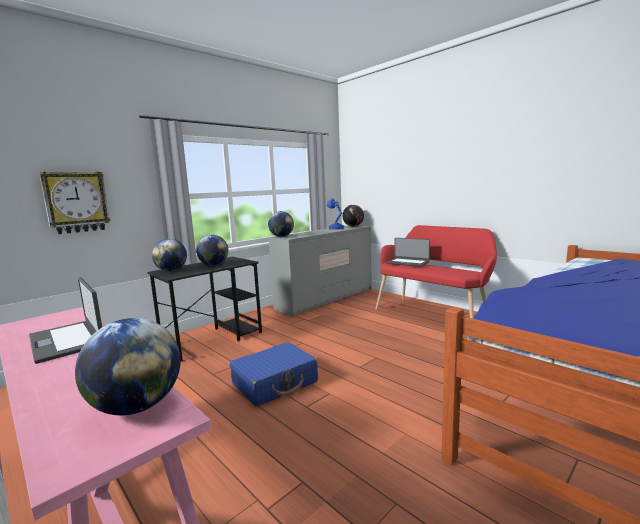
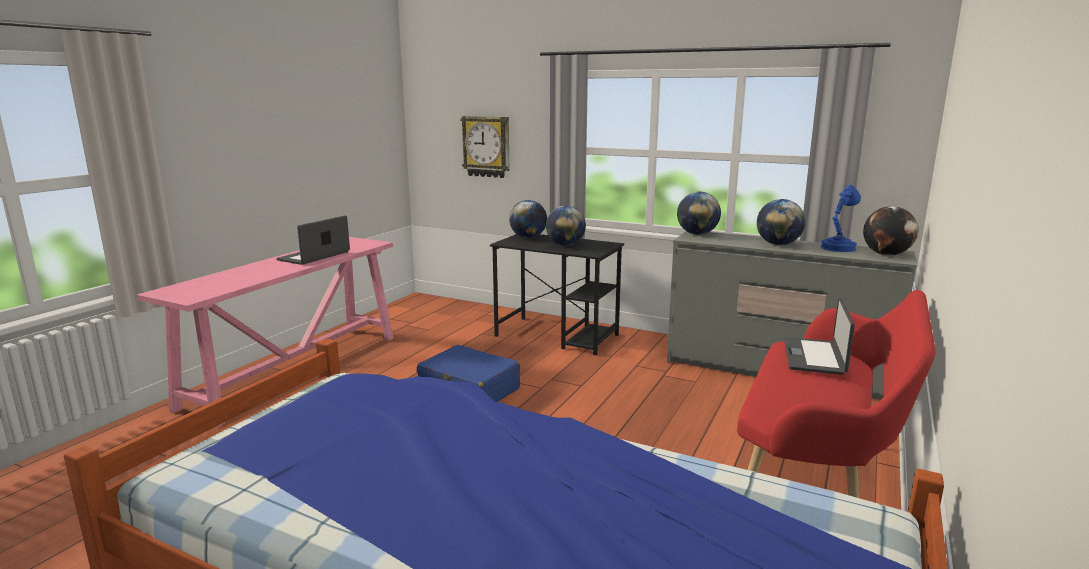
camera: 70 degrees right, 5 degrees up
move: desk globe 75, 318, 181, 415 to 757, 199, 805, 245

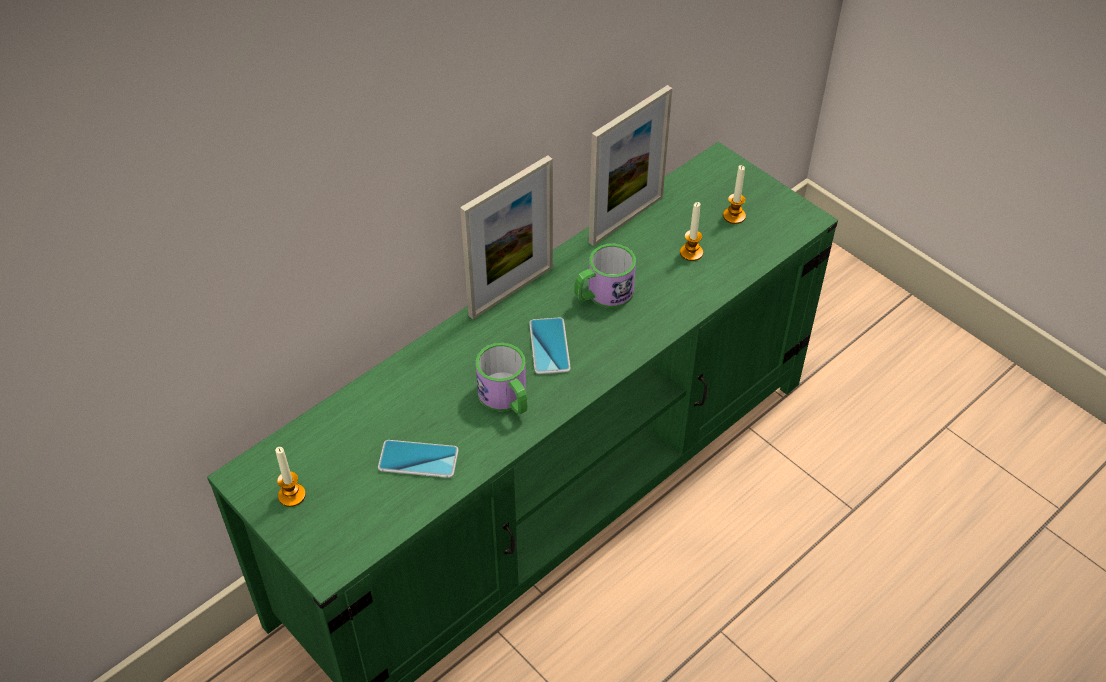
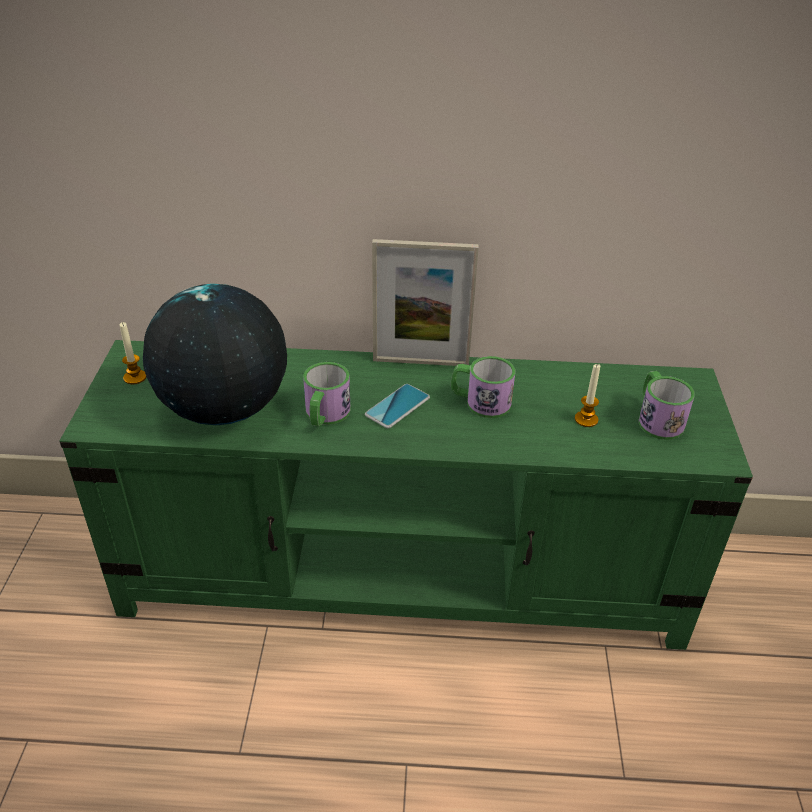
camera: 45 degrees right, 10 degrees down
delete: picture frame 589, 85, 672, 246
replace: wax candle 723, 165, 746, 224 to coffee mug 639, 371, 695, 440; phone 378, 440, 459, 478 to desk globe 143, 284, 287, 425

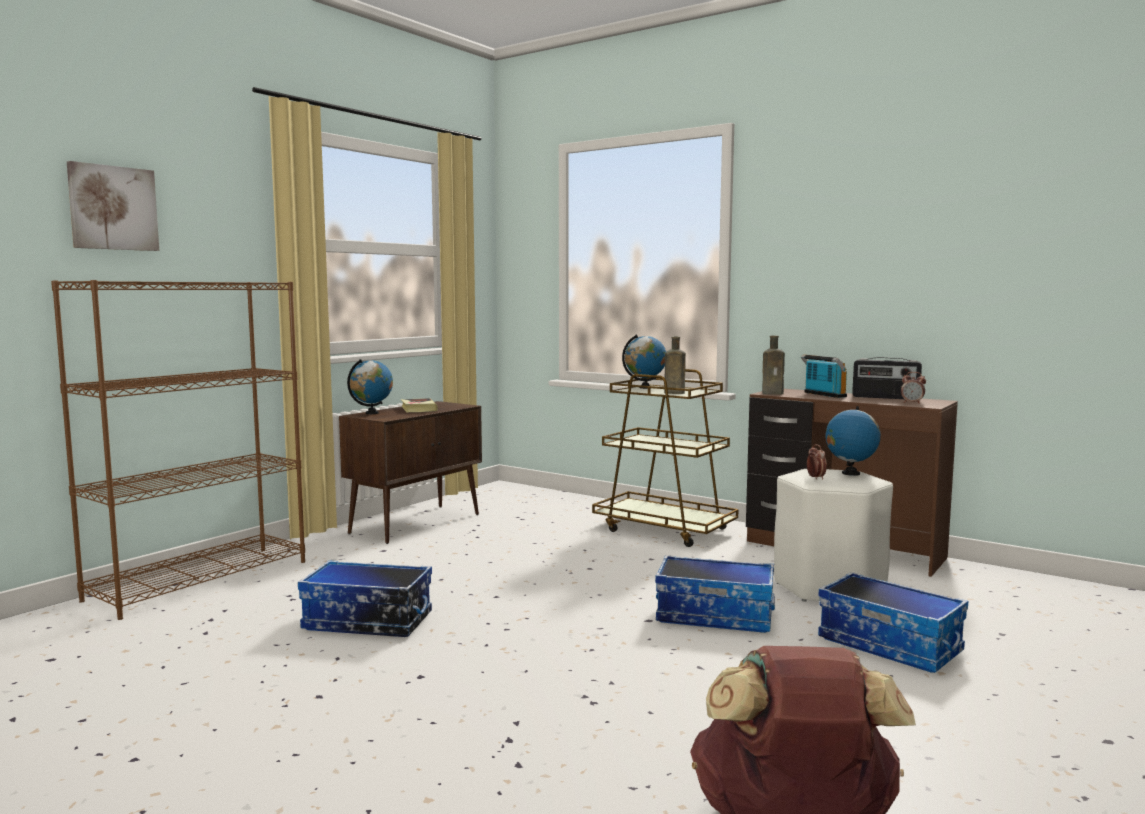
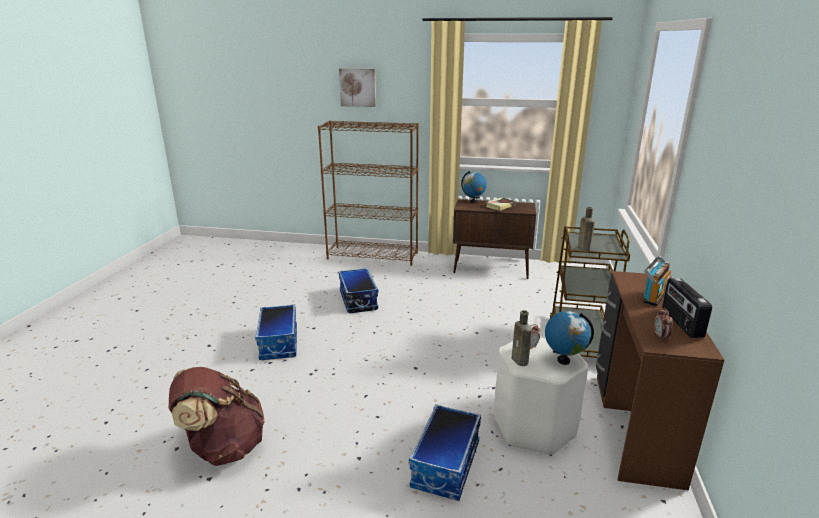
camera: 65 degrees right, 15 degrees up
delete: desk globe 622, 334, 666, 389
move: brownish beverage bottle 762, 336, 785, 395 to 511, 310, 532, 366; storage box 655, 555, 775, 633 to 255, 304, 297, 360

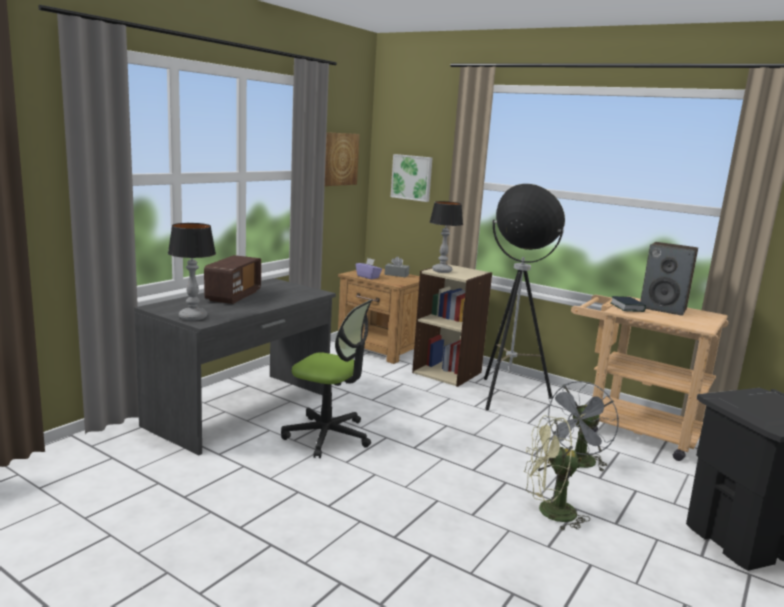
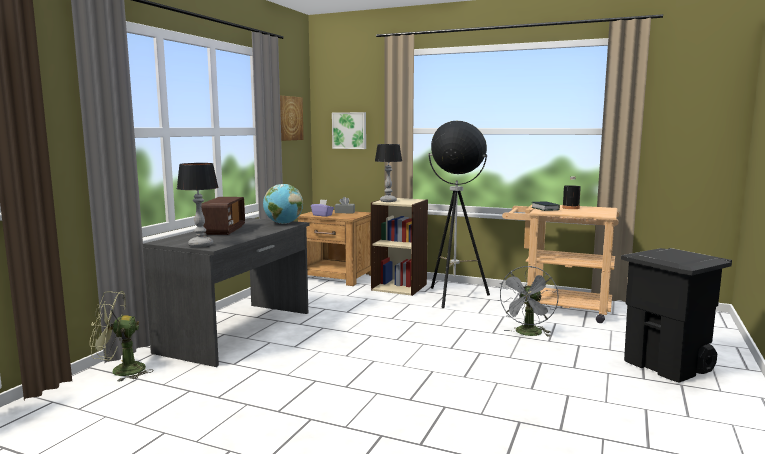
camera: 10 degrees left, 5 degrees down
delete: desk chair 281, 299, 373, 458
insert: desk globe 263, 184, 303, 224
move: greenish electric fan 524, 415, 590, 531 to 90, 291, 154, 382
replace: speaker 640, 242, 698, 316 to black-coloured beverage bottle 562, 177, 581, 209

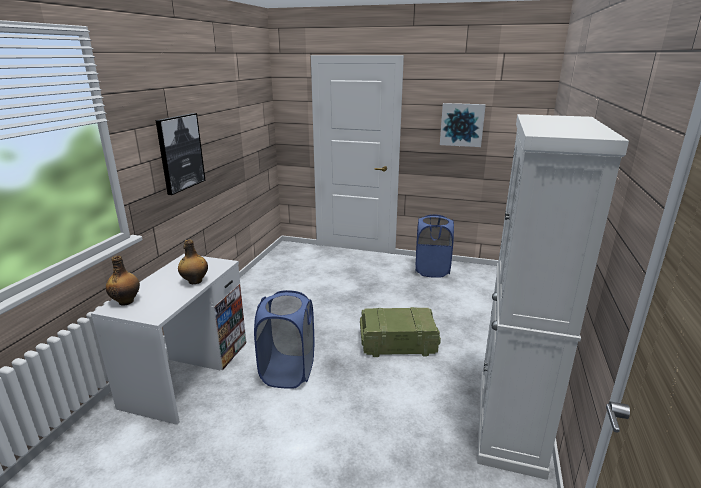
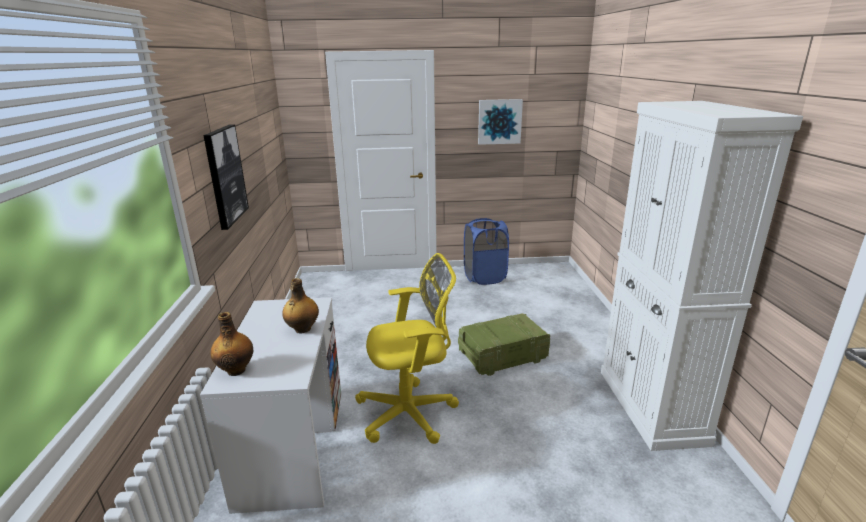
camera: 20 degrees left, 0 degrees up
replace: bluish hamper 254, 290, 314, 389 to yellowish desk chair 355, 253, 459, 444

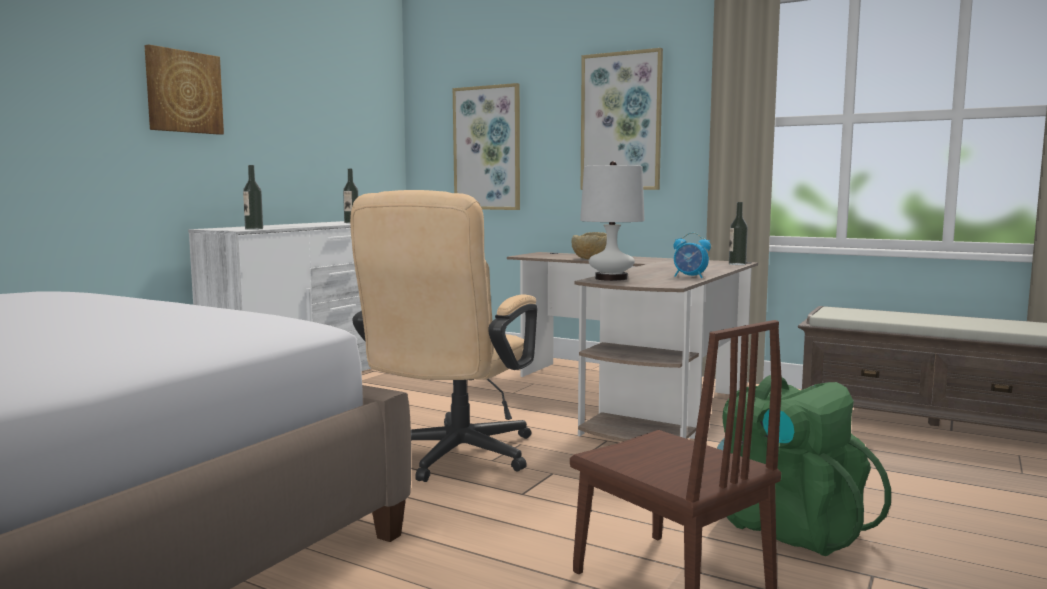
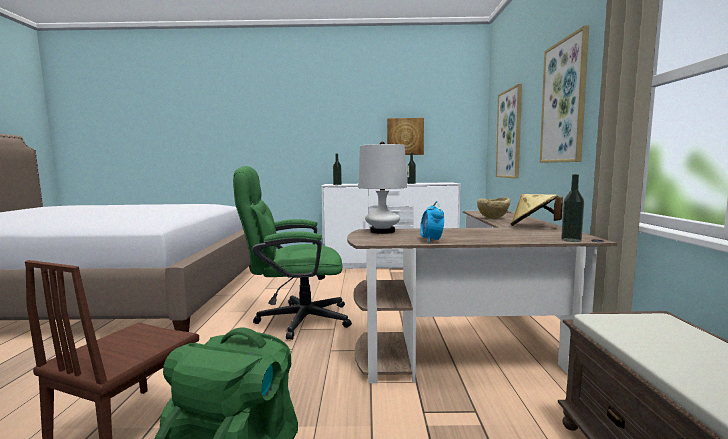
camera: 60 degrees right, 0 degrees up
insert: beige-coloured clothing hat 511, 194, 563, 226
move: picture 144, 45, 224, 135 to 387, 118, 424, 155
recolor: beige-coloured desk chair 350, 190, 537, 482 to greenish desk chair 233, 166, 352, 340

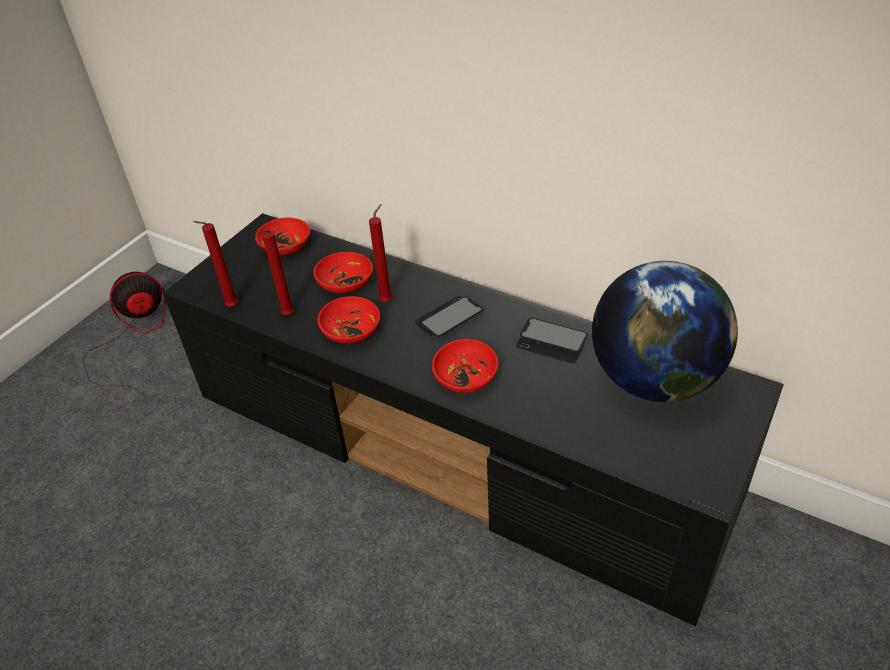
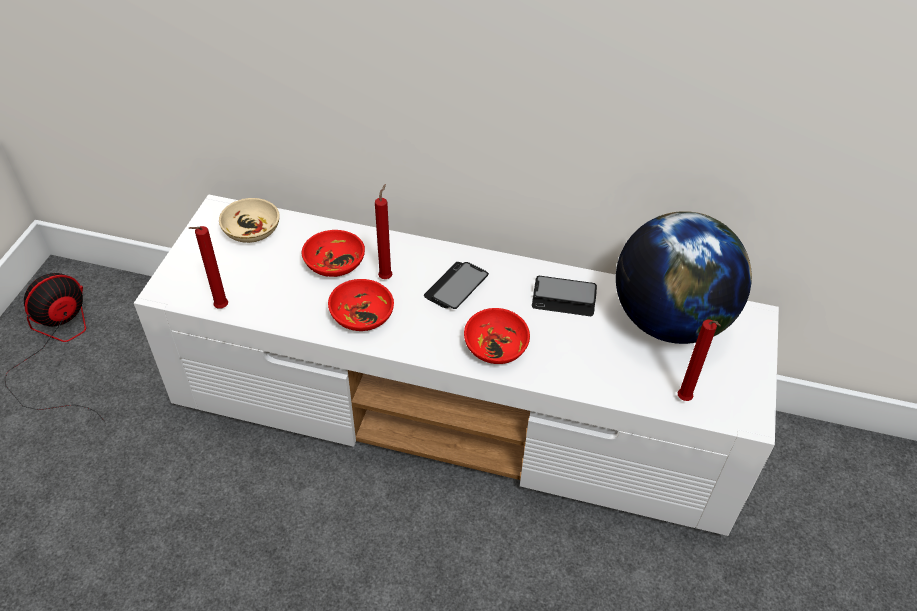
camera: 20 degrees left, 5 degrees up
move: reddish wax candle 262, 230, 294, 315 to 677, 320, 721, 401
recolor: black-coloured tv stand 163, 213, 784, 627 to white-coloured tv stand 134, 194, 779, 536; reddish bowl 255, 217, 310, 256 to beige-coloured bowl 219, 198, 280, 243

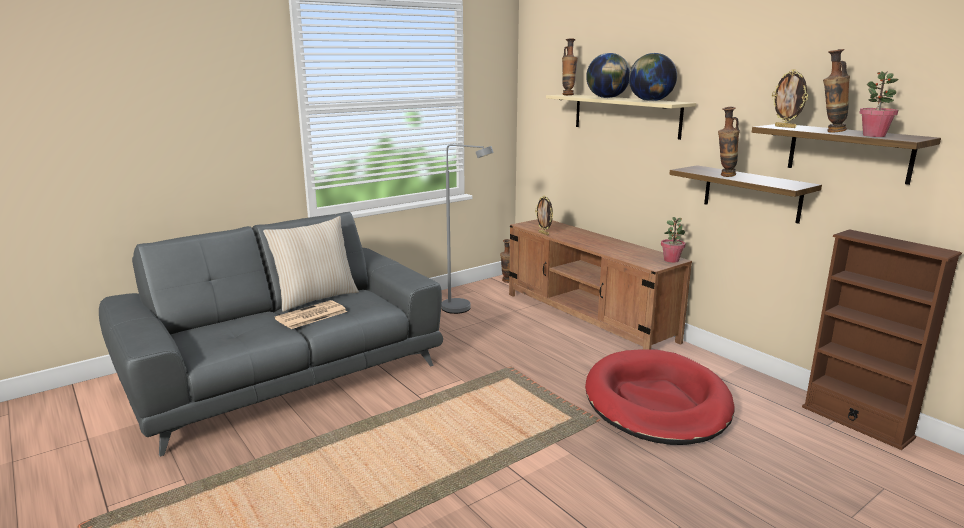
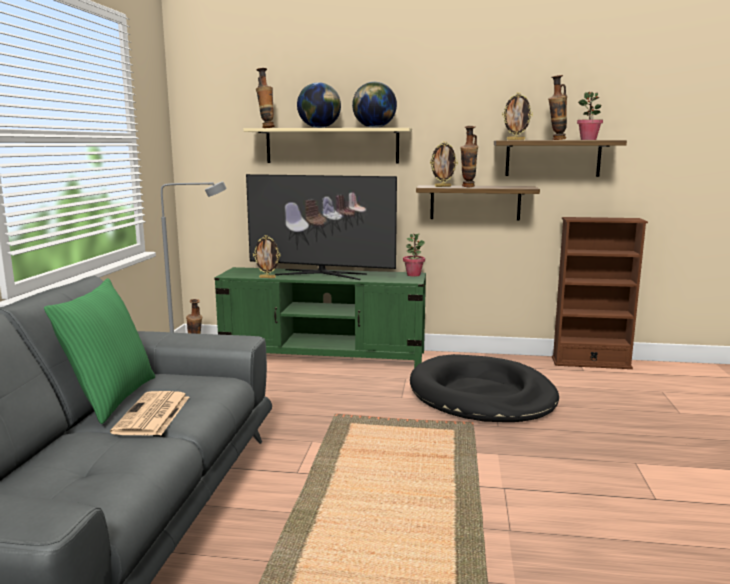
camera: 45 degrees left, 5 degrees down
insert: picture frame 430, 141, 458, 187; TV set 246, 174, 397, 280
recolor: beige-coloured throw pillow 263, 216, 359, 312 to greenish throw pillow 44, 278, 155, 424; brownish tv stand 509, 219, 692, 350 to greenish tv stand 214, 267, 426, 368; reddish dog cushion 585, 349, 734, 445 to black-coloured dog cushion 410, 354, 559, 422

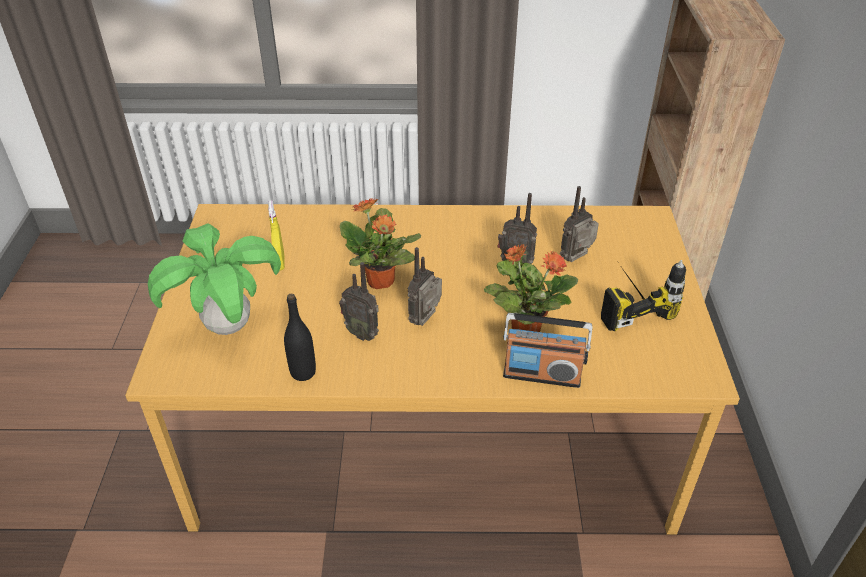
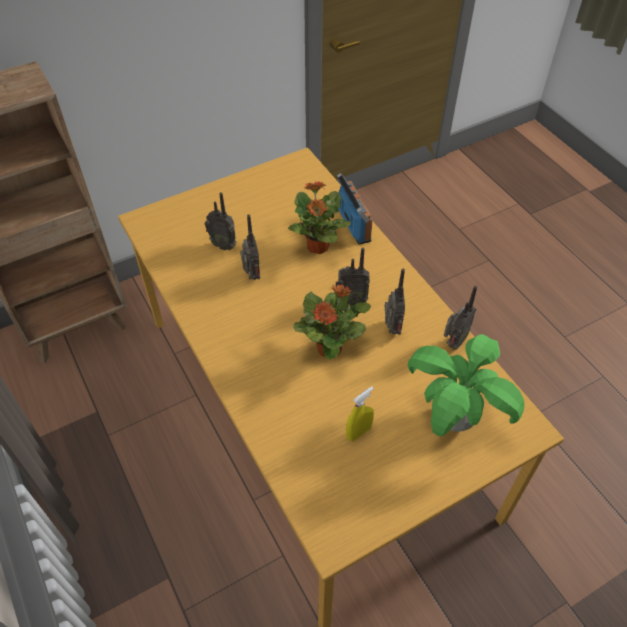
camera: 120 degrees left, 10 degrees up
delete: power drill 601, 260, 686, 331
replace: black-coloured beverage bottle 284, 294, 316, 381 to radio 444, 286, 477, 350

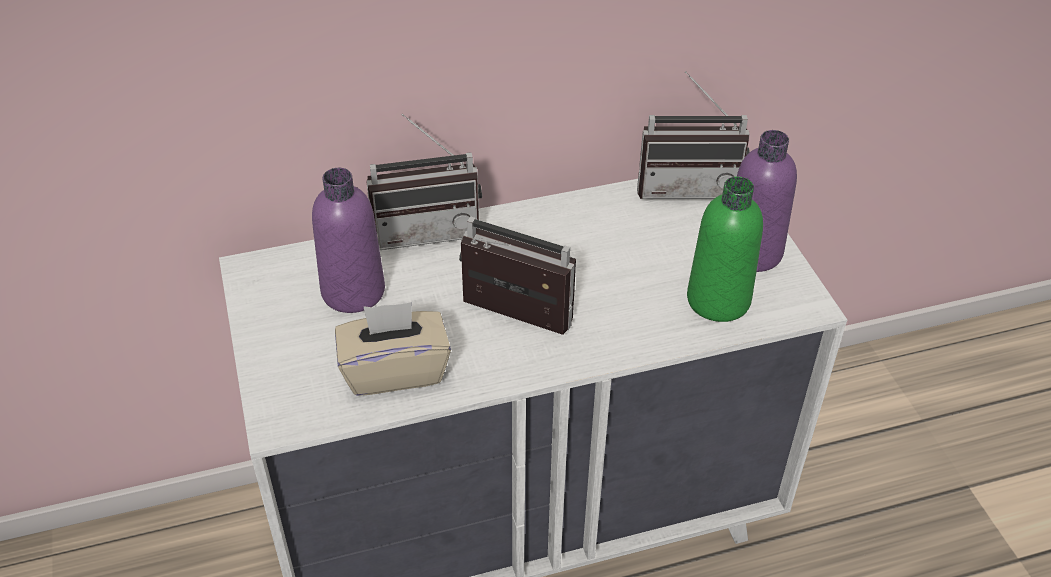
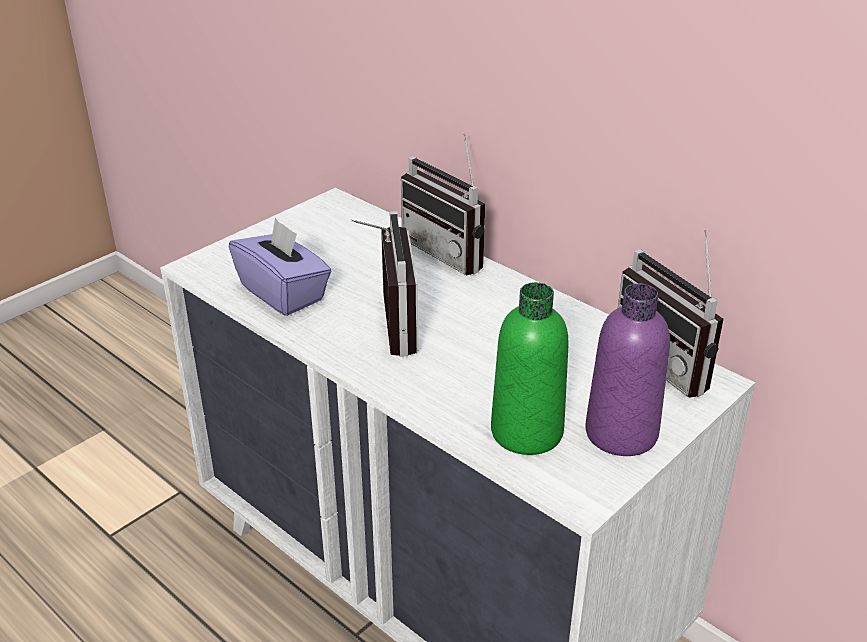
camera: 60 degrees right, 10 degrees down
delete: purplish beverage bottle 312, 168, 385, 313
recolor: beige-coloured box of tissues 335, 302, 451, 396 to purplish box of tissues 229, 218, 331, 316

